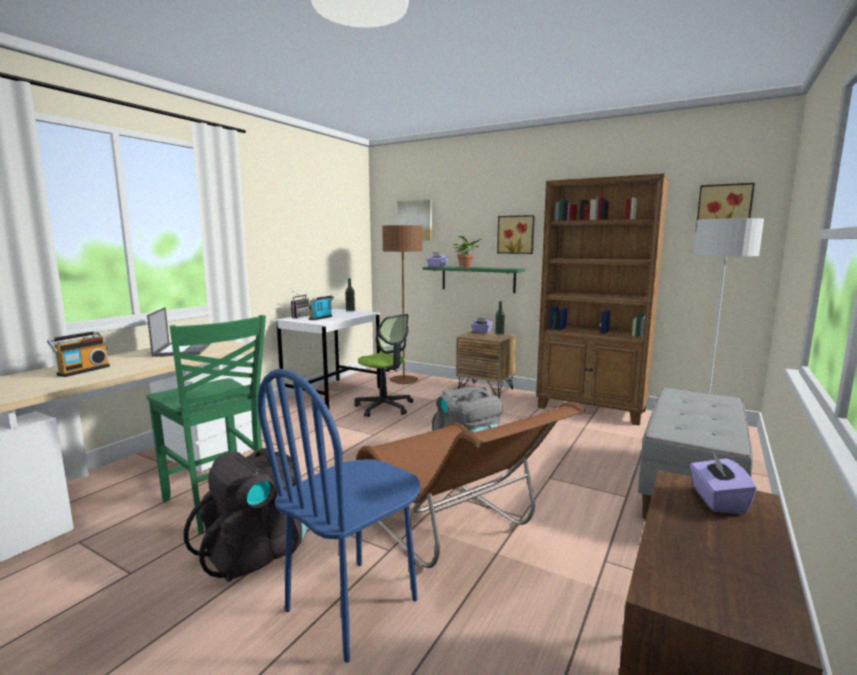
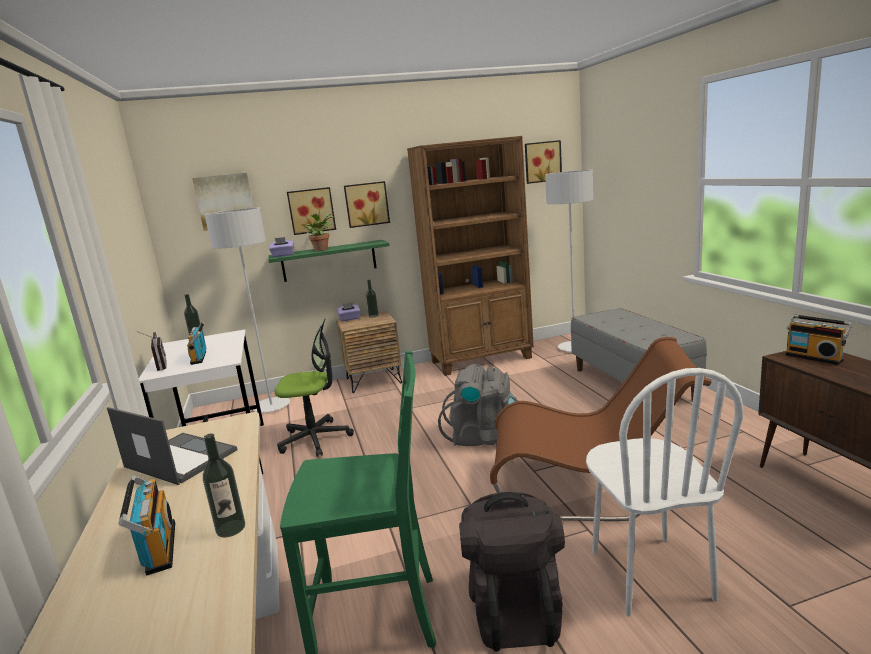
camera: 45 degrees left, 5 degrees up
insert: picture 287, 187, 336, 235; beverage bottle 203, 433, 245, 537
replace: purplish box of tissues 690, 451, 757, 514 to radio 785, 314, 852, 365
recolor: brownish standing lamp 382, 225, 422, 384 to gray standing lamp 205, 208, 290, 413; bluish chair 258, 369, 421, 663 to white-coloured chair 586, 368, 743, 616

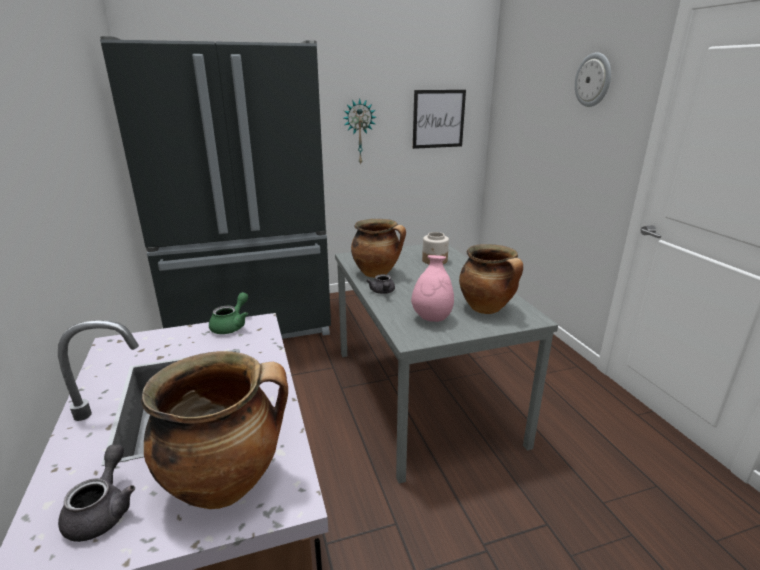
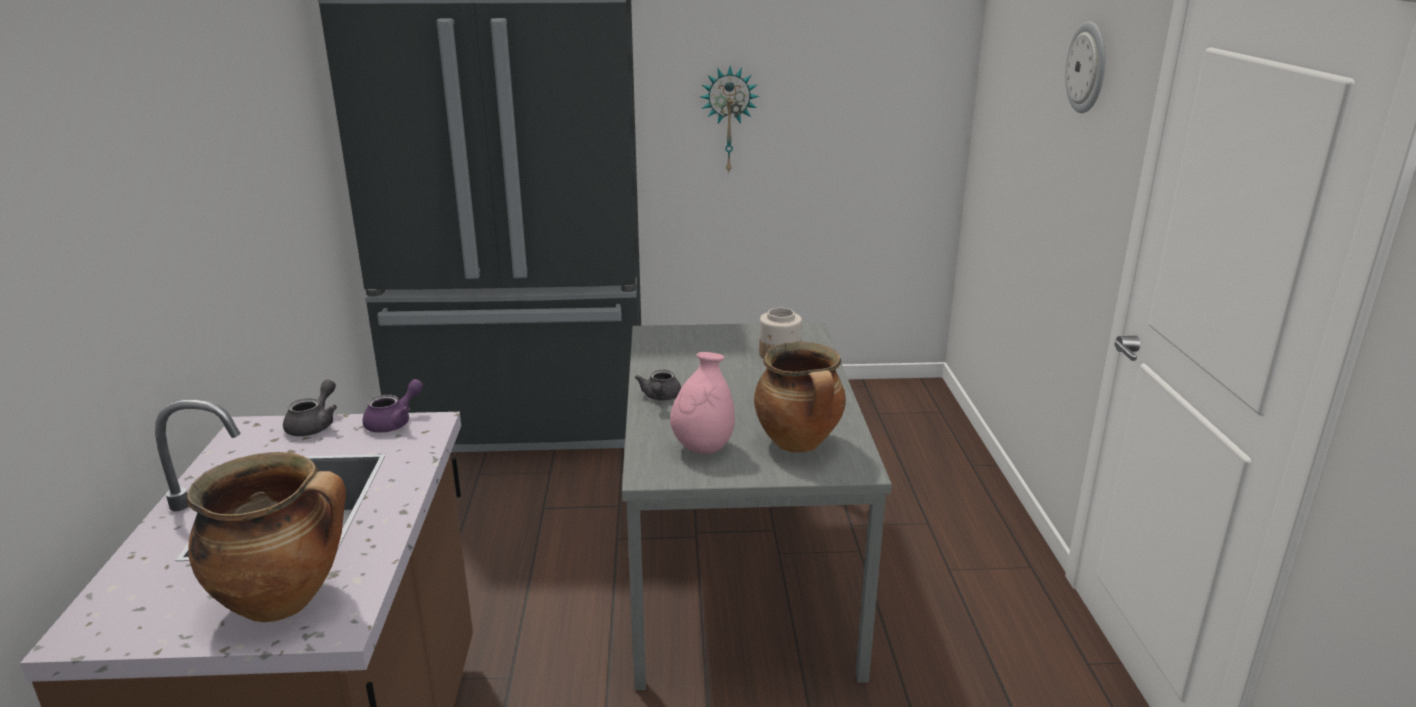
camera: 15 degrees right, 0 degrees up
delete: picture 413, 90, 466, 149; saucepot 351, 219, 406, 278
move: gray teapot 58, 445, 135, 542 to 283, 379, 337, 436
recolor: greenish teapot 209, 292, 248, 334 to purplish teapot 363, 379, 423, 433

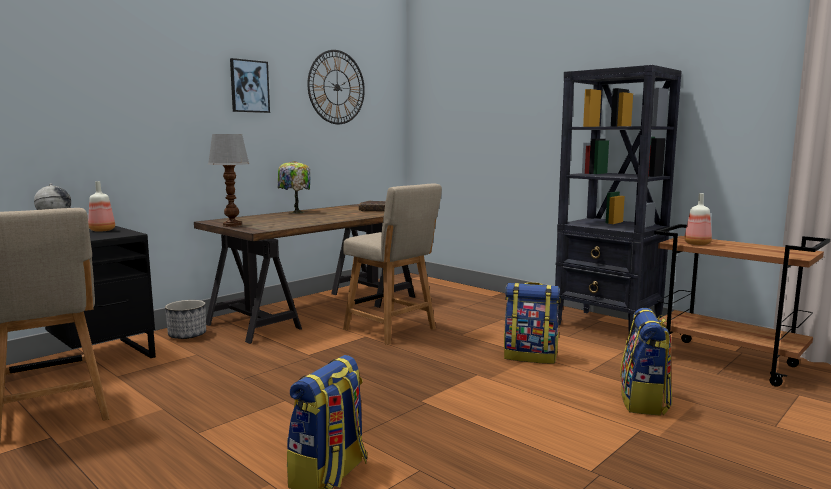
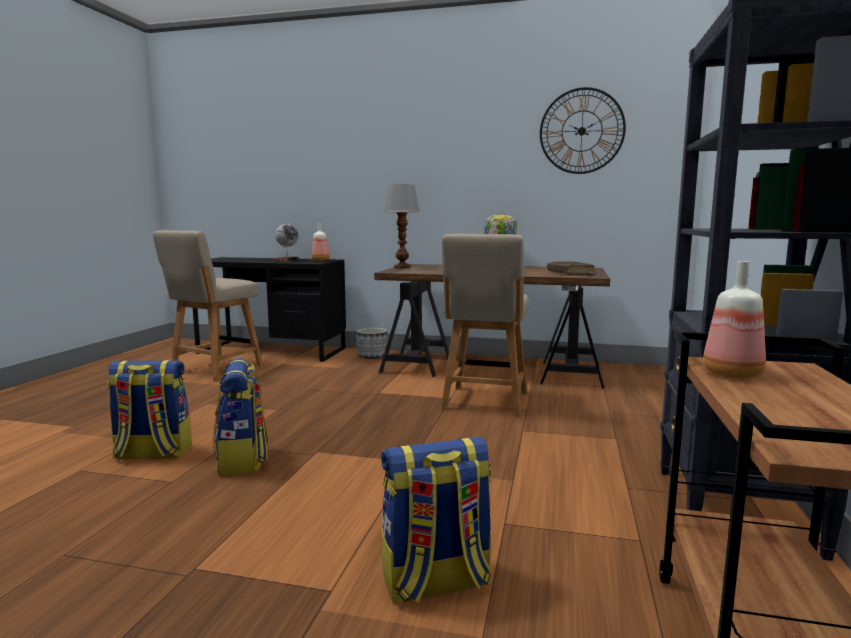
camera: 60 degrees right, 0 degrees up
delete: picture 230, 58, 270, 113
move: rucksack 504, 282, 561, 364 to 213, 358, 268, 476

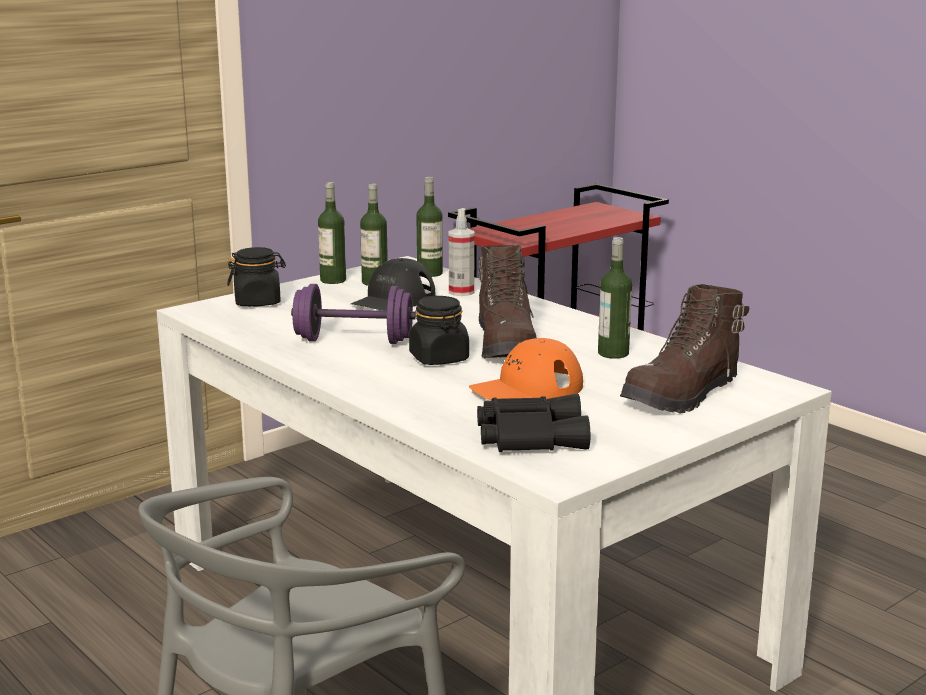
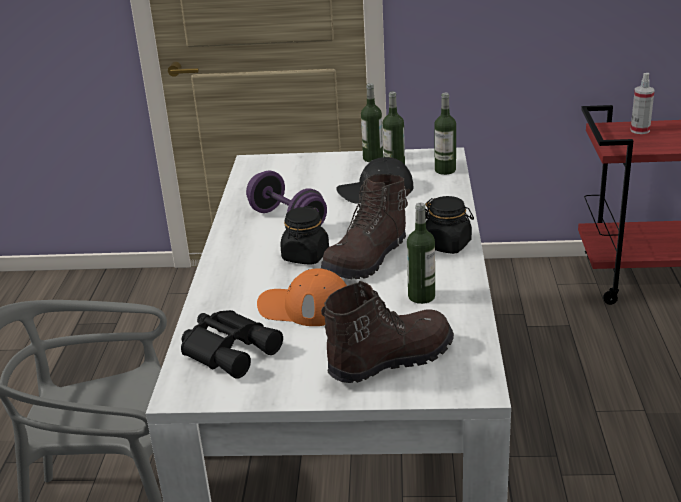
camera: 45 degrees right, 10 degrees up
move: spray bottle 449, 208, 474, 296 to 631, 73, 655, 134; black-coloured preserve jar 227, 247, 286, 306 to 425, 196, 474, 254
rotate: brownish boot 620, 284, 749, 413 = 321, 281, 454, 383 150 degrees clockwise

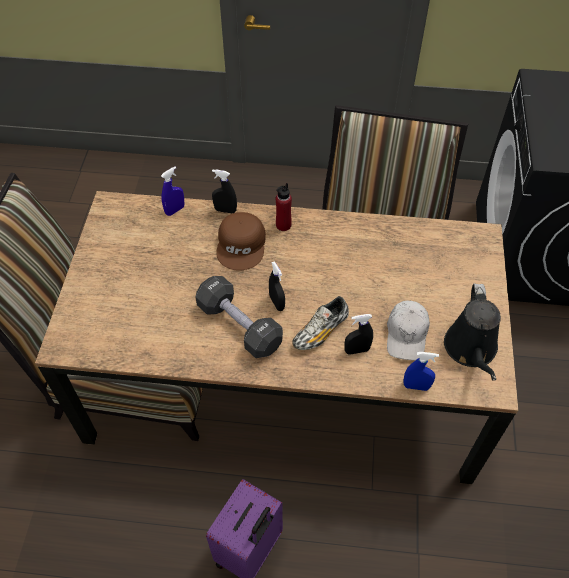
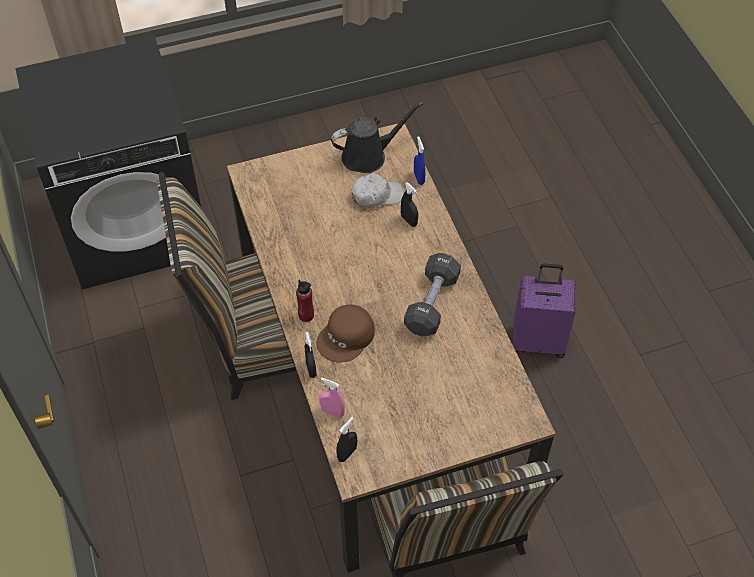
camera: 115 degrees left, 0 degrees up
delete: item of footwear 292, 296, 349, 350
move: black-coloured spray bottle 269, 261, 285, 311 to 336, 417, 357, 462
recolor: bluish spray bottle 161, 166, 184, 216 to pink-coloured spray bottle 319, 378, 345, 418
rotate: brownish cap 216, 212, 266, 271 = 316, 305, 375, 363 150 degrees clockwise

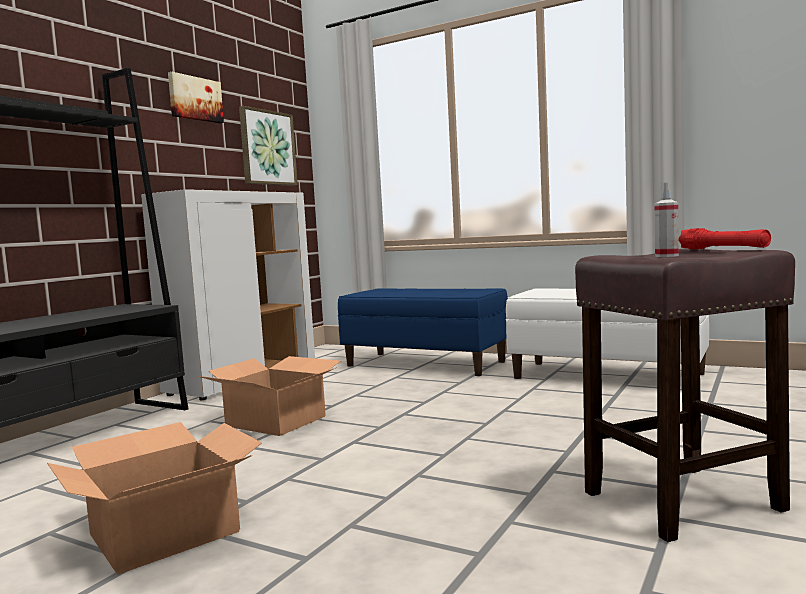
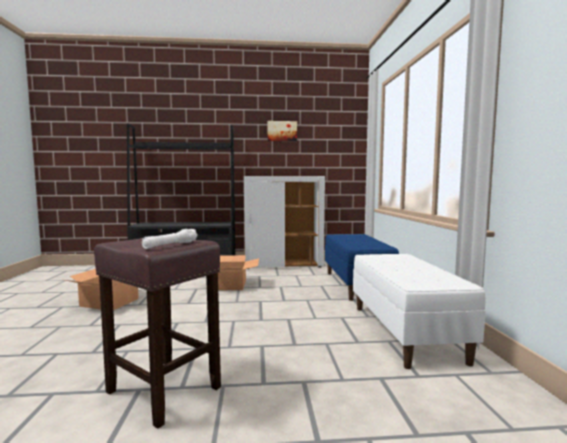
camera: 55 degrees right, 0 degrees up
delete: picture 239, 106, 298, 186; spray bottle 655, 183, 679, 257
recolor: reddish flashlight 679, 228, 771, 249 to white-coloured flashlight 142, 229, 198, 249

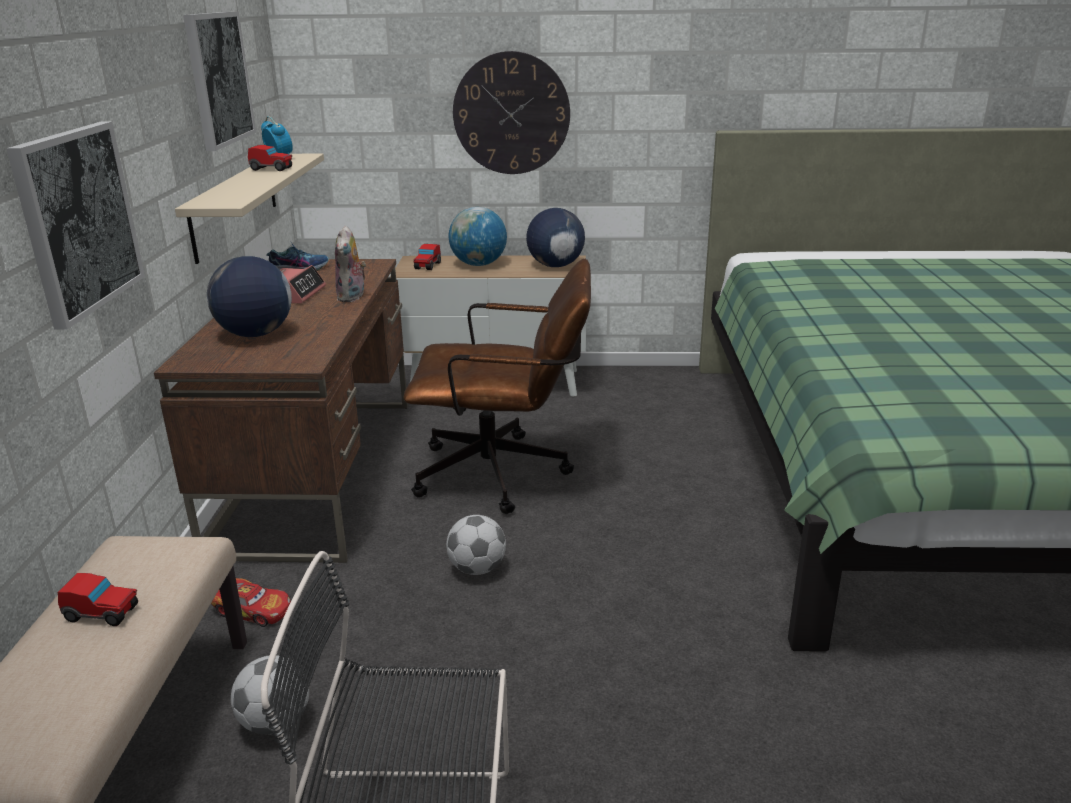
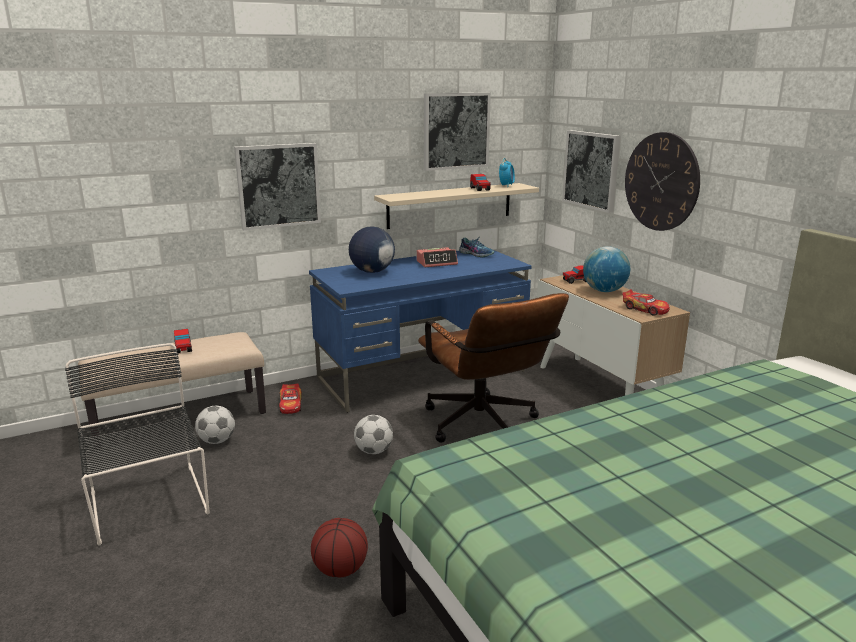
camera: 60 degrees right, 5 degrees down
delete: cuddly toy 335, 225, 366, 302
insert: picture 562, 130, 620, 213; ball for basketball 311, 518, 368, 577
replace: desk globe 526, 208, 585, 267 to toy car 622, 289, 670, 316
recolor: brownish desk unit 154, 259, 408, 563 to bluish desk unit 309, 250, 532, 413

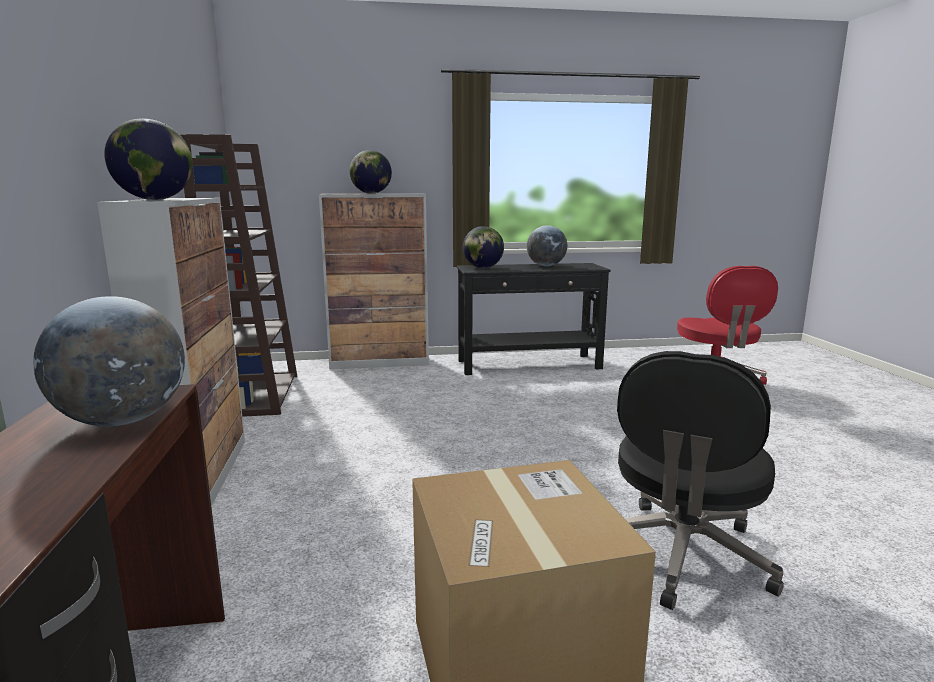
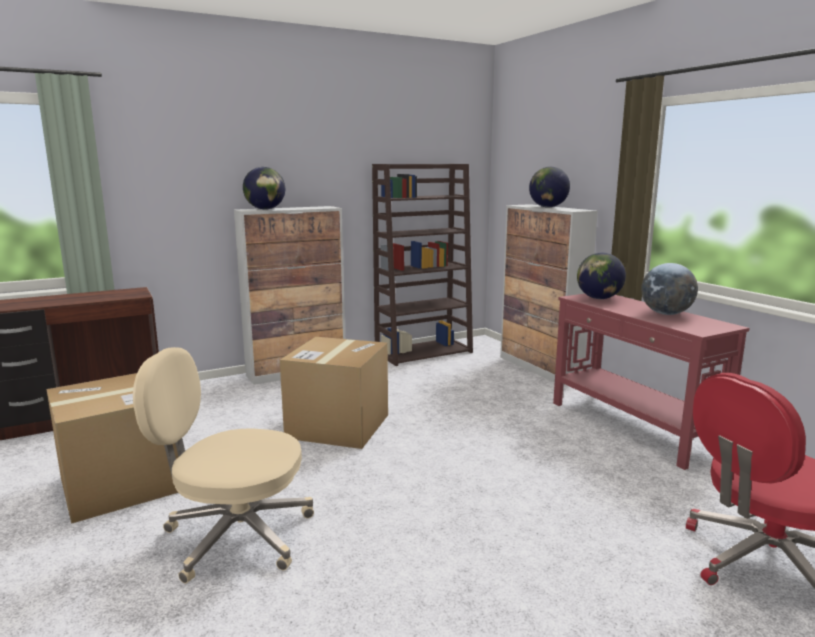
camera: 70 degrees right, 0 degrees up
delete: desk globe 33, 296, 185, 427
insert: carton 280, 337, 388, 449
recolor: black-coloured hall table 457, 263, 610, 375 to reddish hall table 553, 294, 750, 470; black-coloured desk chair 617, 351, 784, 610 to beige-coloured desk chair 133, 347, 314, 584

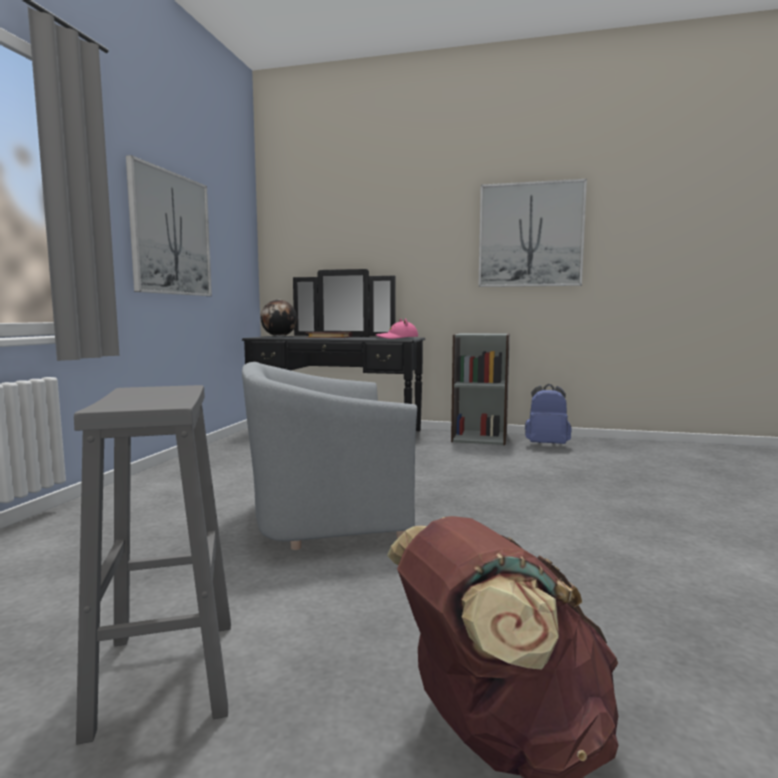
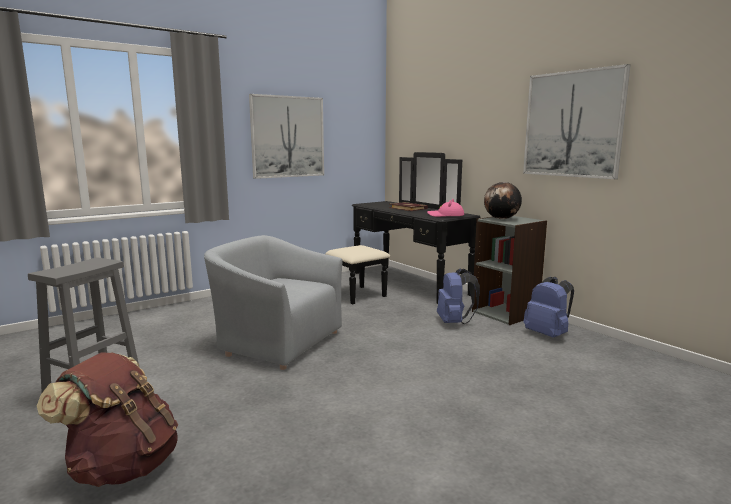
camera: 40 degrees right, 5 degrees up
insert: bluish rucksack 437, 268, 480, 325
move: desk globe 261, 300, 297, 337 to 484, 182, 522, 219

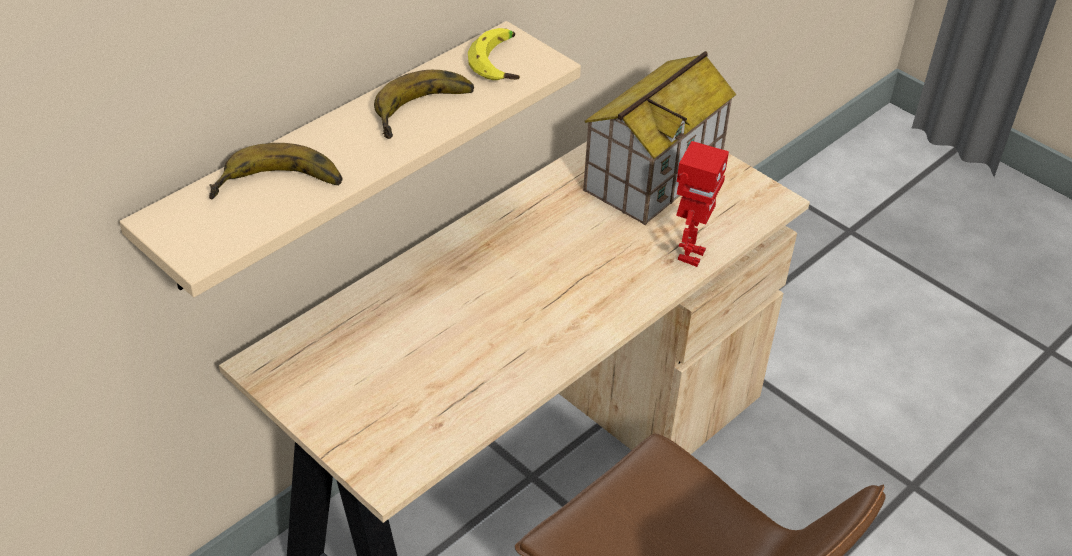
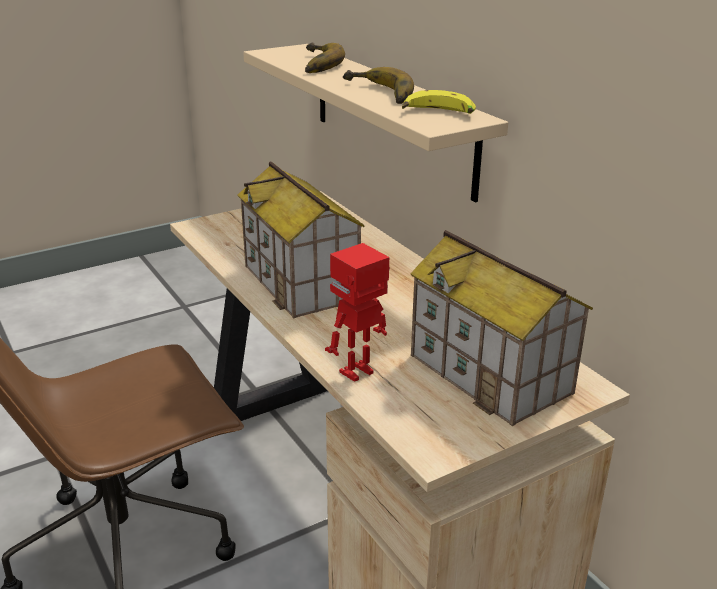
camera: 105 degrees right, 15 degrees down
insert: model house 237, 161, 365, 319
rotate: model robot 676, 141, 729, 267 = 325, 243, 390, 382 105 degrees clockwise

